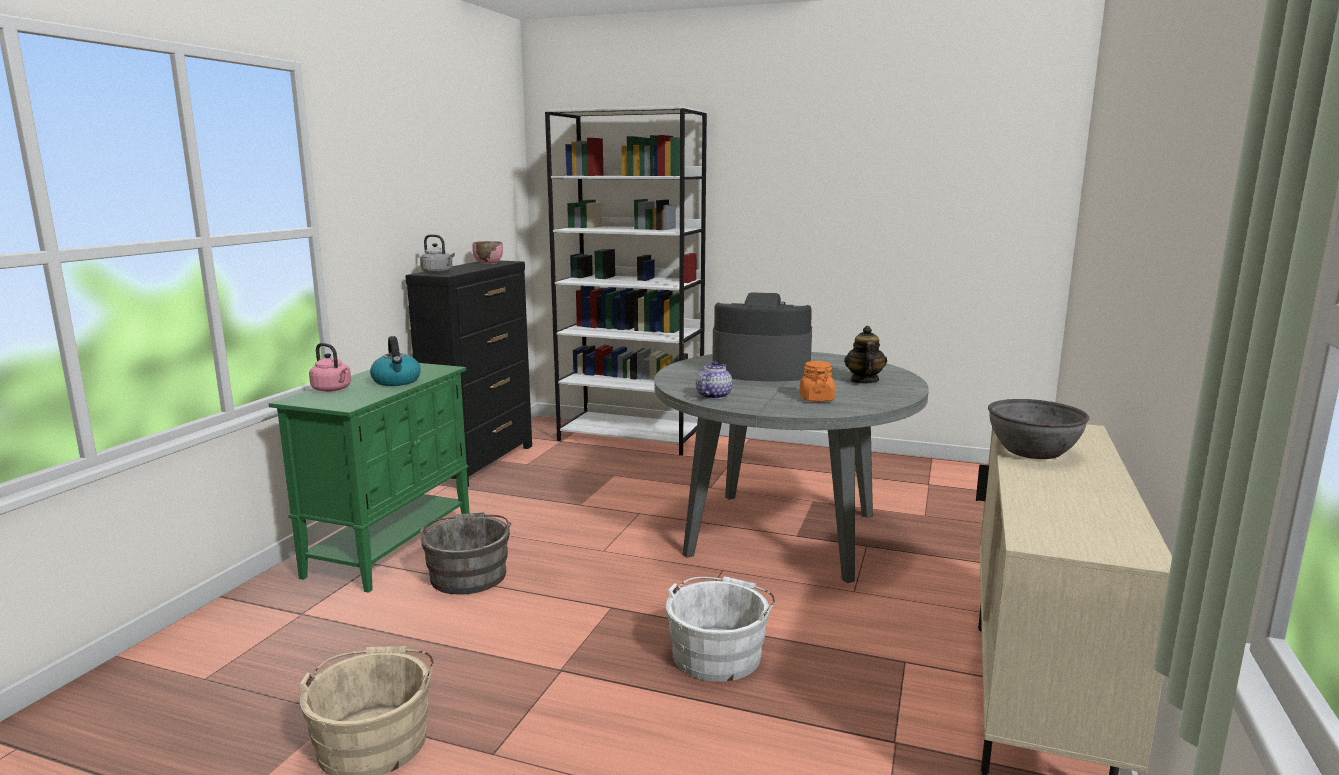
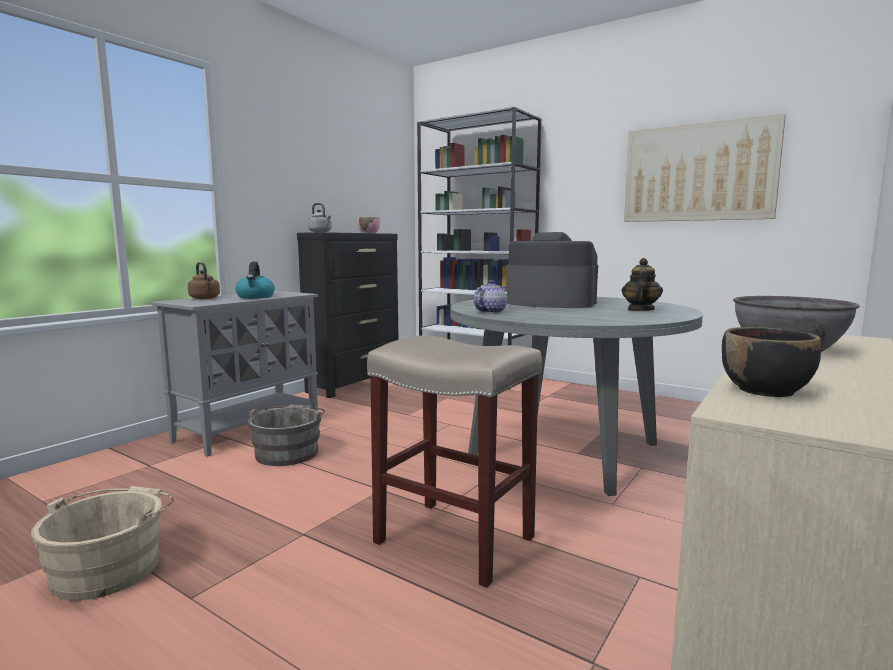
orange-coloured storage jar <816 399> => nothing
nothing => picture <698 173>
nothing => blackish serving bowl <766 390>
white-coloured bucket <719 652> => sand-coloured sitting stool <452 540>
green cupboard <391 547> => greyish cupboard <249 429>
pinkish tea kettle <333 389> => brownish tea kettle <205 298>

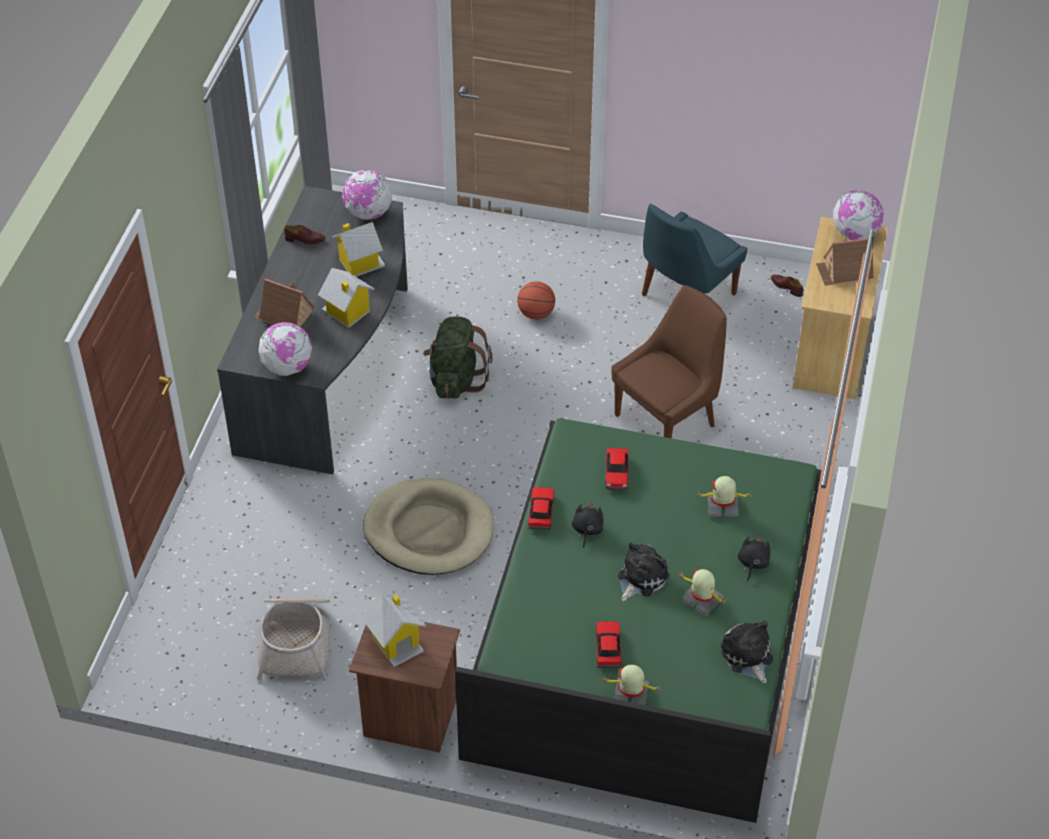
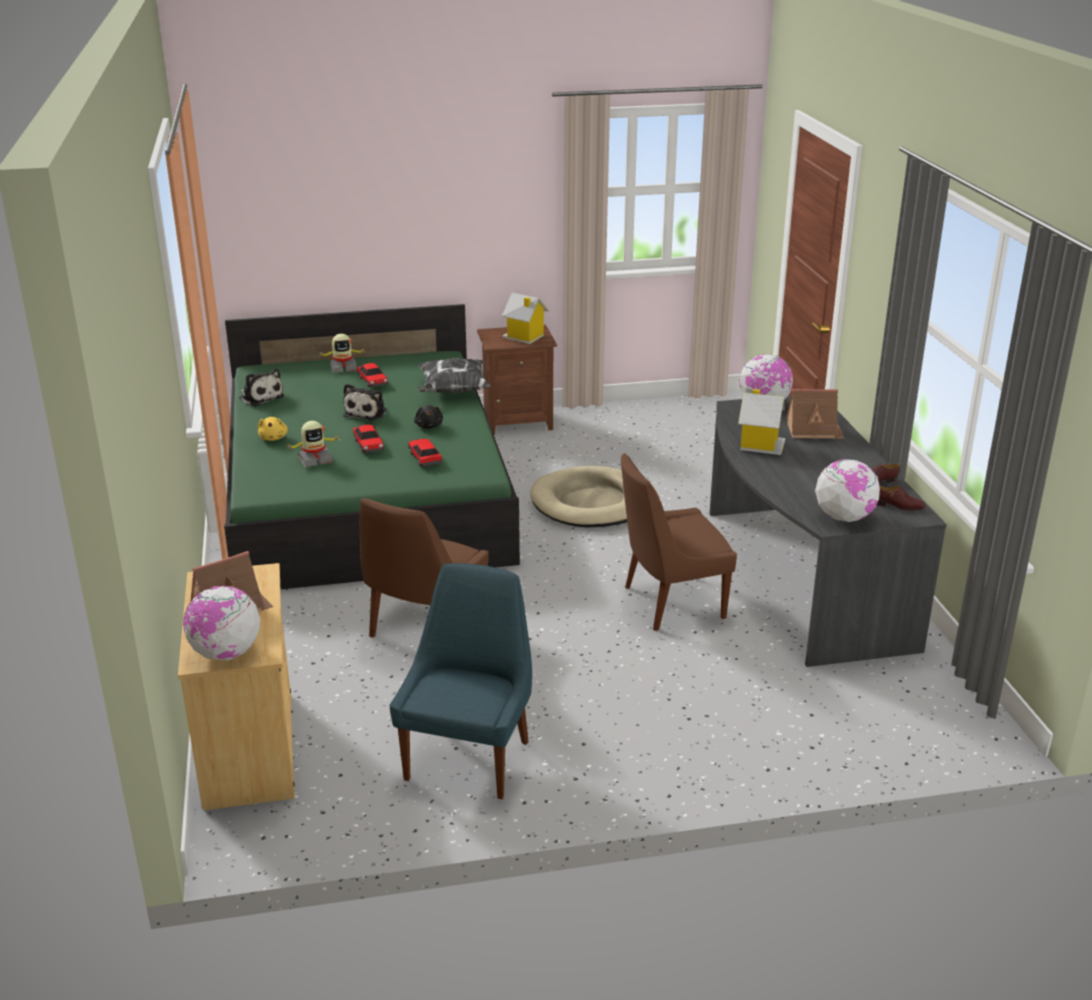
basket <296 641> => nothing
toy house <359 263> => nothing
basketball <536 313> => nothing
model robot <702 600> => nothing
nothing => pillow <452 391>
toy car <541 511> => toy car <368 445>, move
brownish shoe <786 287> => brownish shoe <898 506>, move
green rucksack <456 380> => brownish plain chair <669 603>
blackish cuddly toy <752 563> => yellow-coloured cuddly toy <273 438>

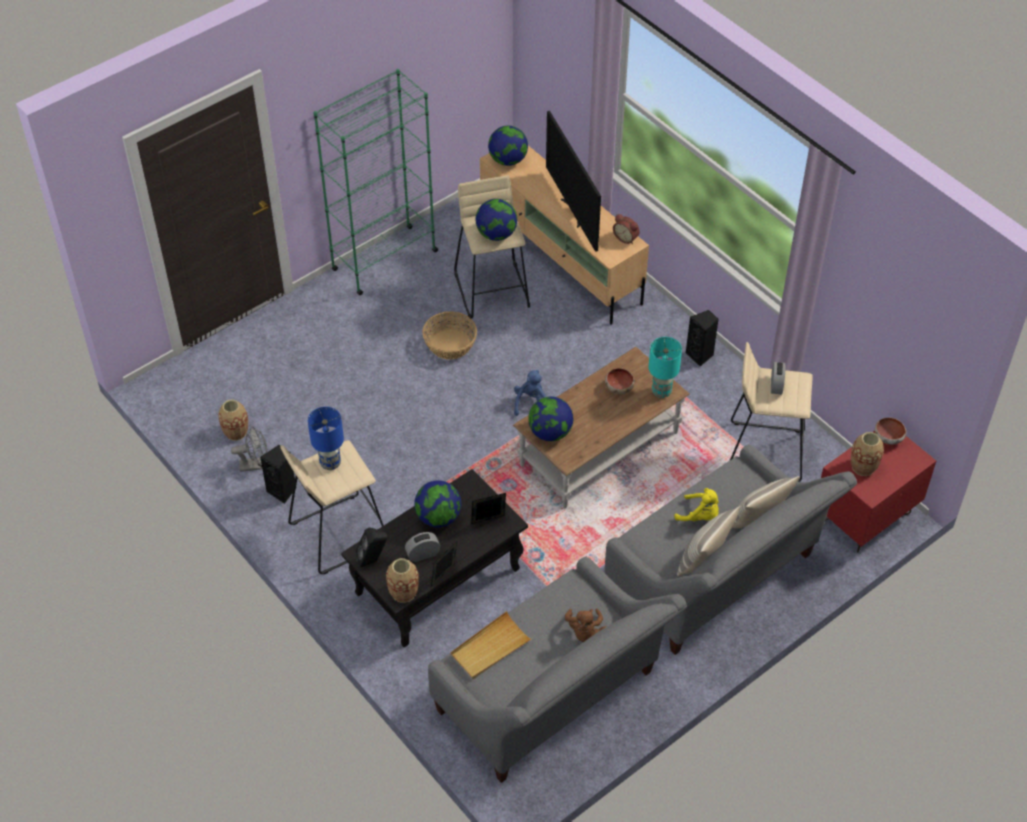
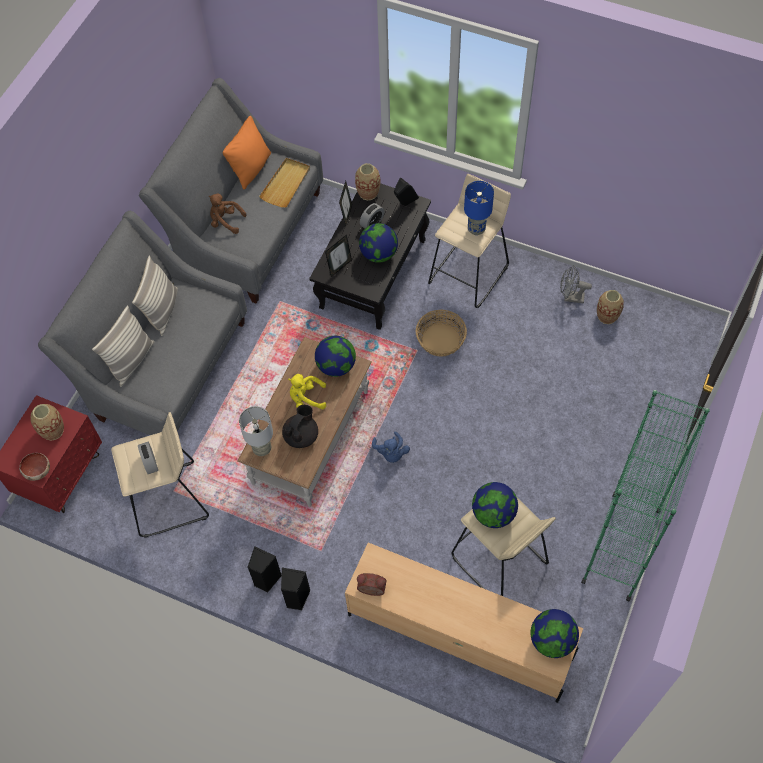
TV <573 212> => nothing
nothing => orange-coloured pillow <251 169>
blackish audio speaker <283 491> => blackish audio speaker <296 598>, move
basket <450 344> => basket <440 340>, move
yellow-coloured cuddly toy <700 516> => yellow-coloured cuddly toy <306 398>, move
serving bowl <618 387> => blackish pot for tea <301 435>
blue-green table lamp <661 392> => greyish table lamp <262 448>
greyish cooling fan <255 465> => greyish cooling fan <570 297>, 45 degrees clockwise
brownish cuddly toy <585 632> => brownish cuddly toy <225 221>, 45 degrees counterclockwise

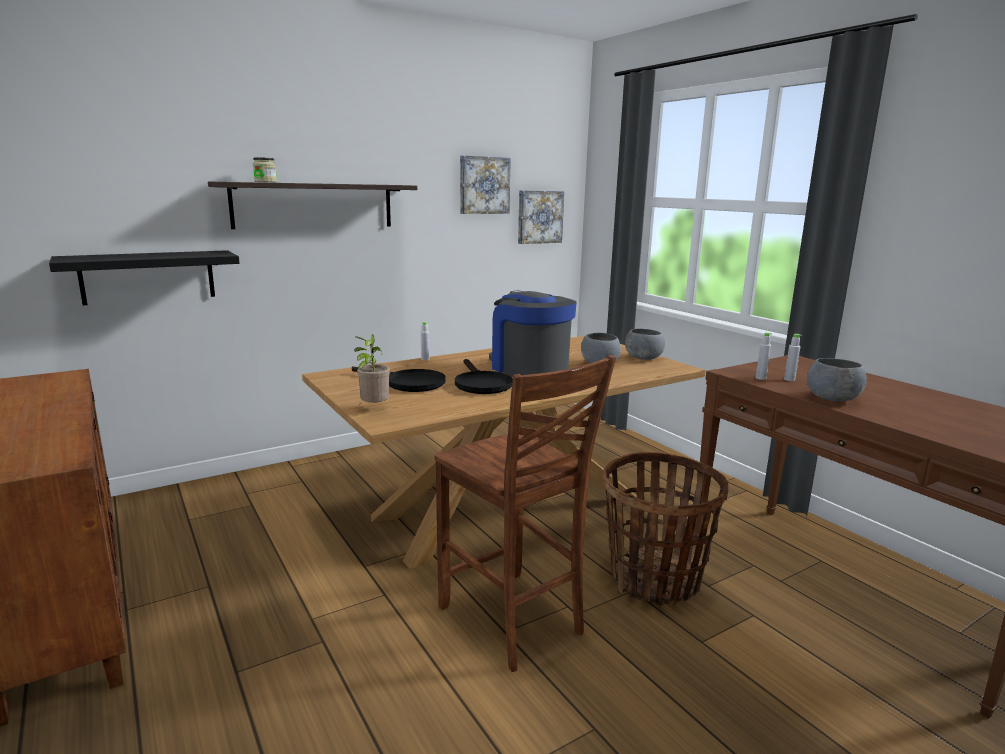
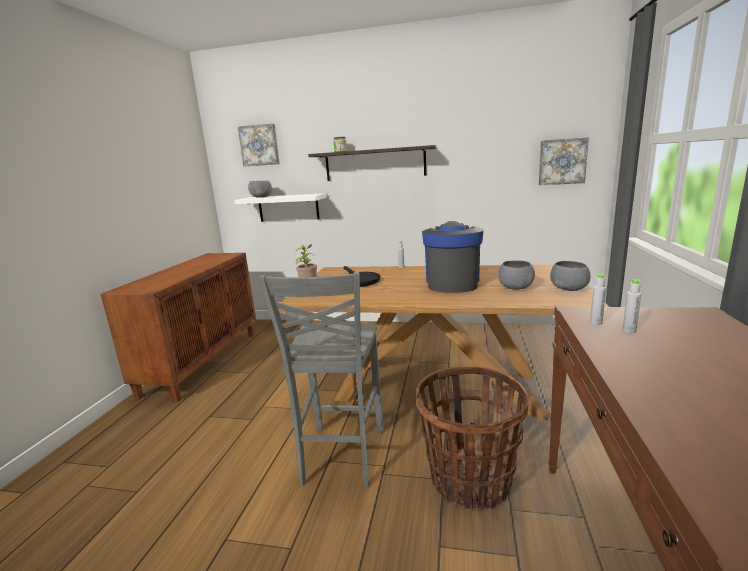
blackish pan <481 384> => nothing
picture <483 185> => picture <259 145>, move
greyish serving bowl <833 399> => greyish serving bowl <261 197>, move
blackish bracket shelf <148 277> => white-coloured bracket shelf <288 207>
brownish plain chair <512 621> => greyish plain chair <341 457>

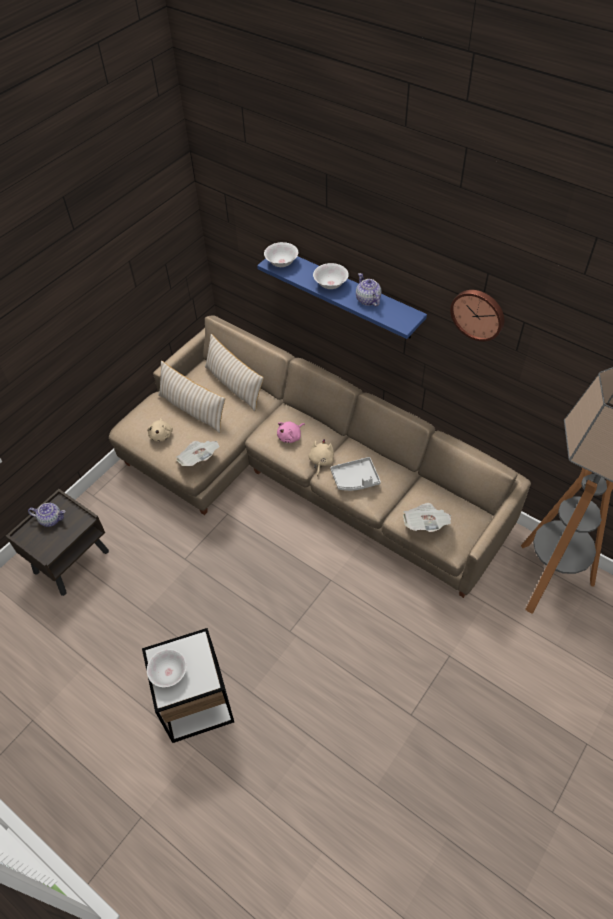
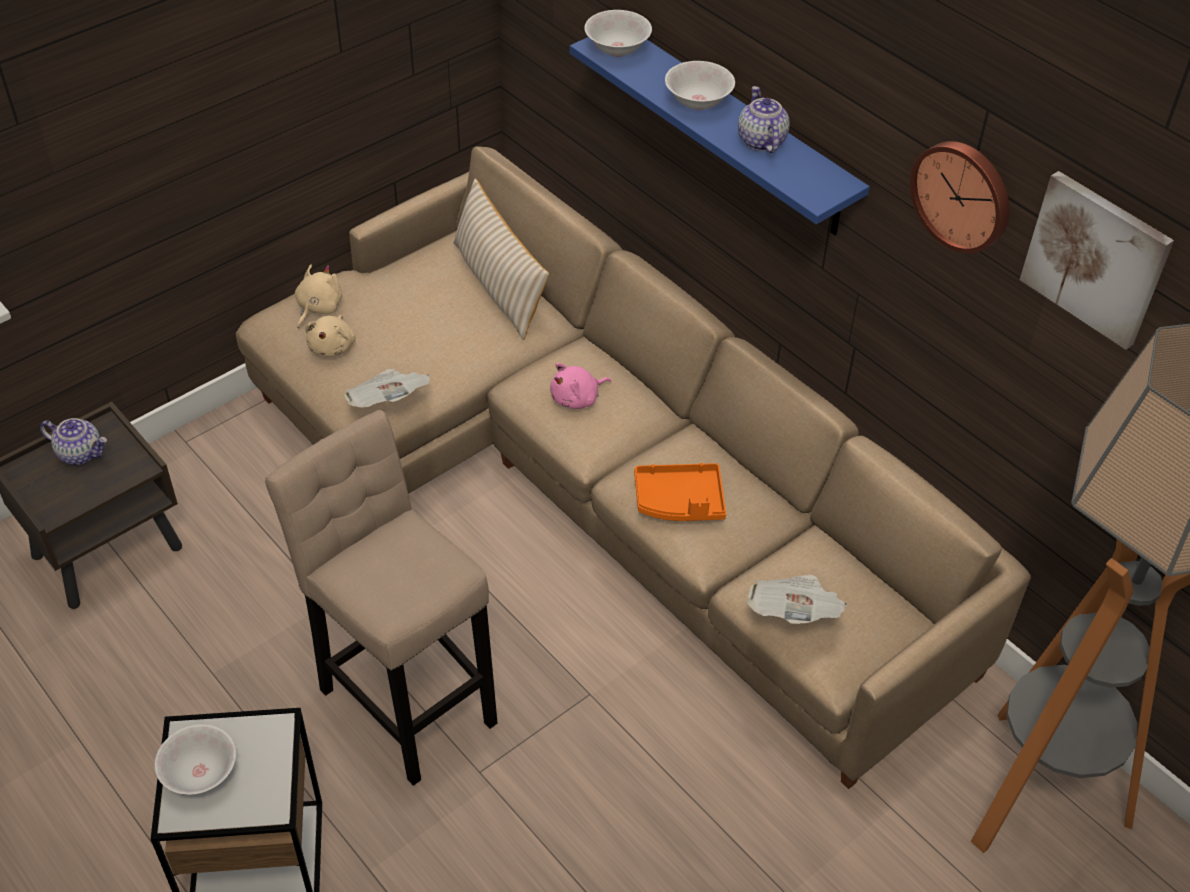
sand-coloured pillow <192 409> => nothing
nothing => sand-coloured sitting stool <404 697>
nothing => picture <1096 258>
sand-coloured cuddly toy <321 461> => sand-coloured cuddly toy <318 308>, move
greyish serving tray <355 479> => orange-coloured serving tray <679 501>

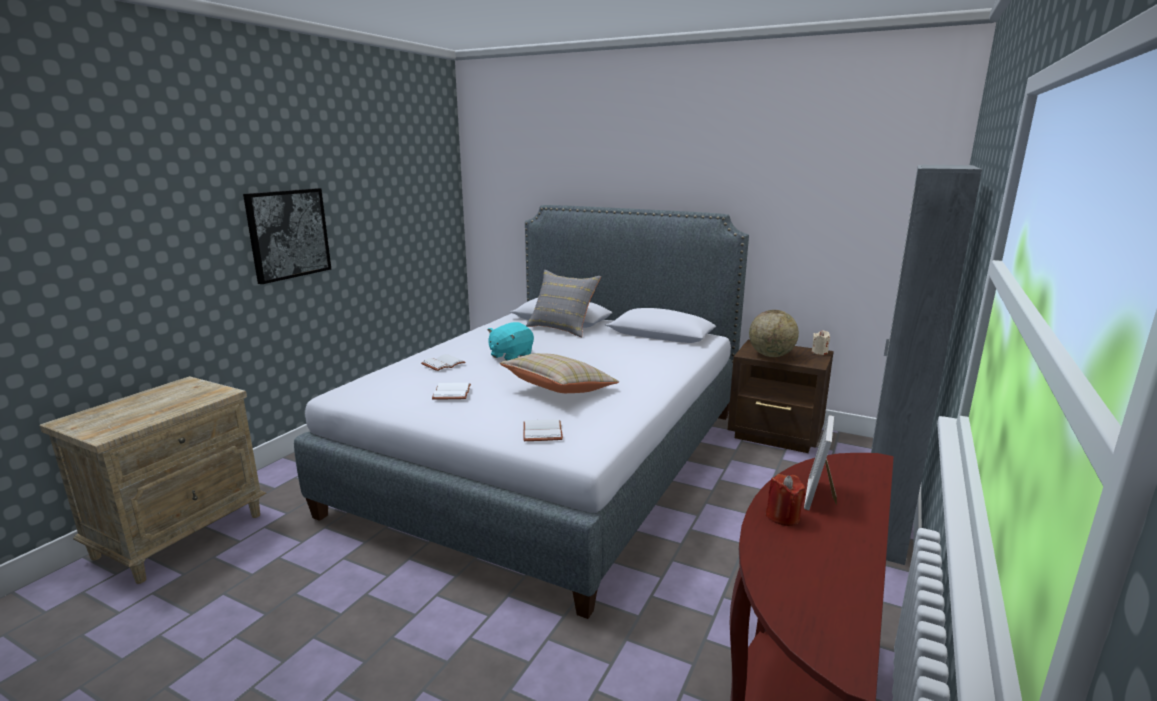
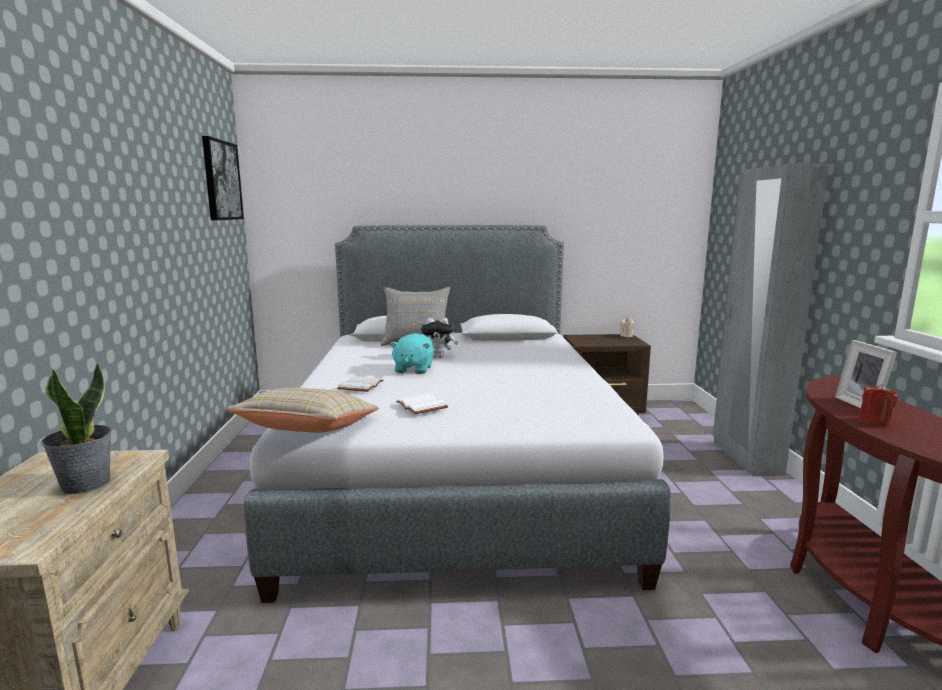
white-coloured volume <544 432> => nothing
world globe <771 355> => nothing
nothing => potted plant <85 484>
nothing => cuddly toy <439 357>
picture <288 234> => picture <221 180>, move
sand-coloured pillow <559 390> => sand-coloured pillow <308 431>, move

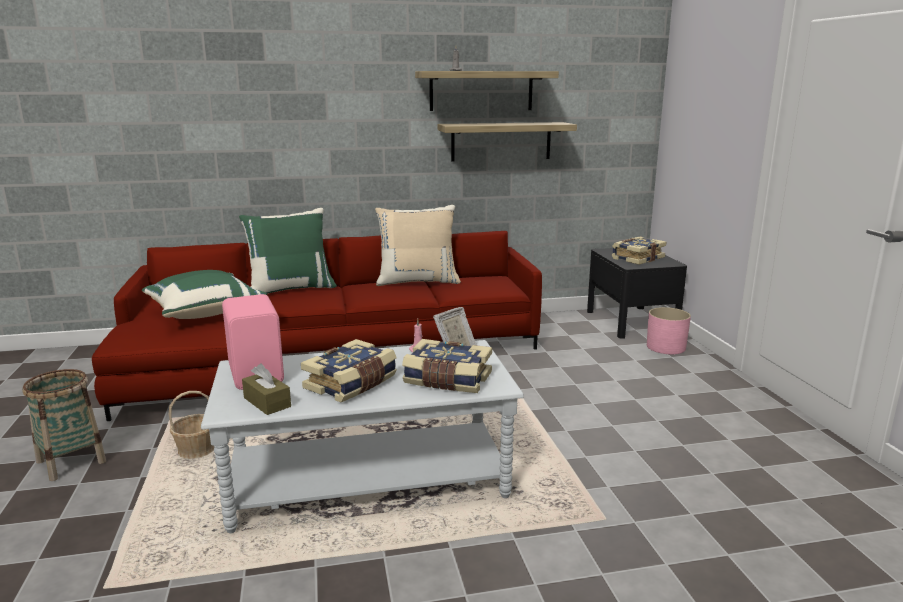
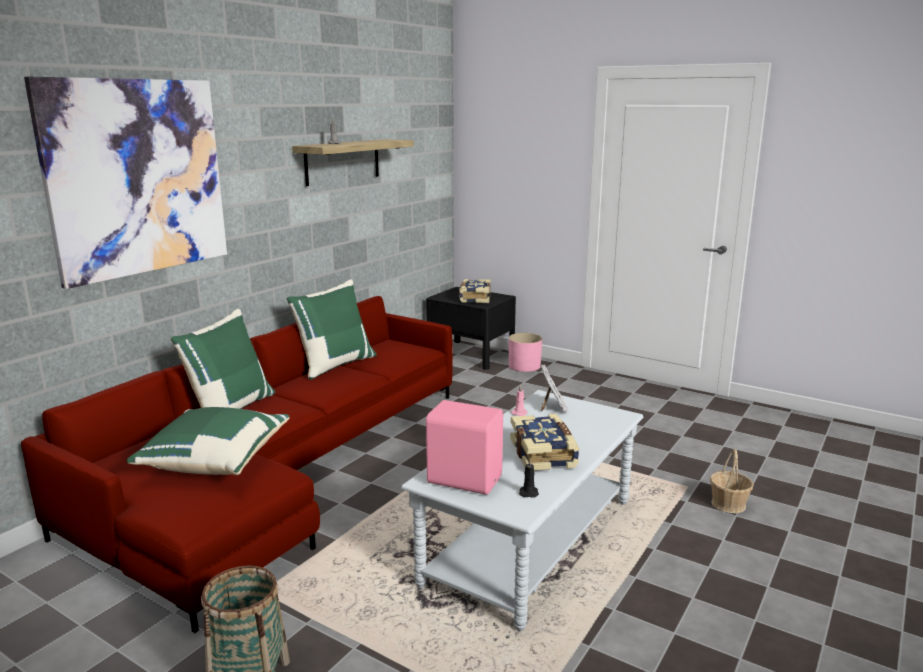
volume <447 380> => nothing
bracket shelf <501 141> => nothing
nothing => picture <137 177>
basket <197 450> => basket <728 504>, move
brownish tissue holder <267 402> => blackish candle <528 492>
sand-coloured pillow <417 281> => green pillow <335 364>

